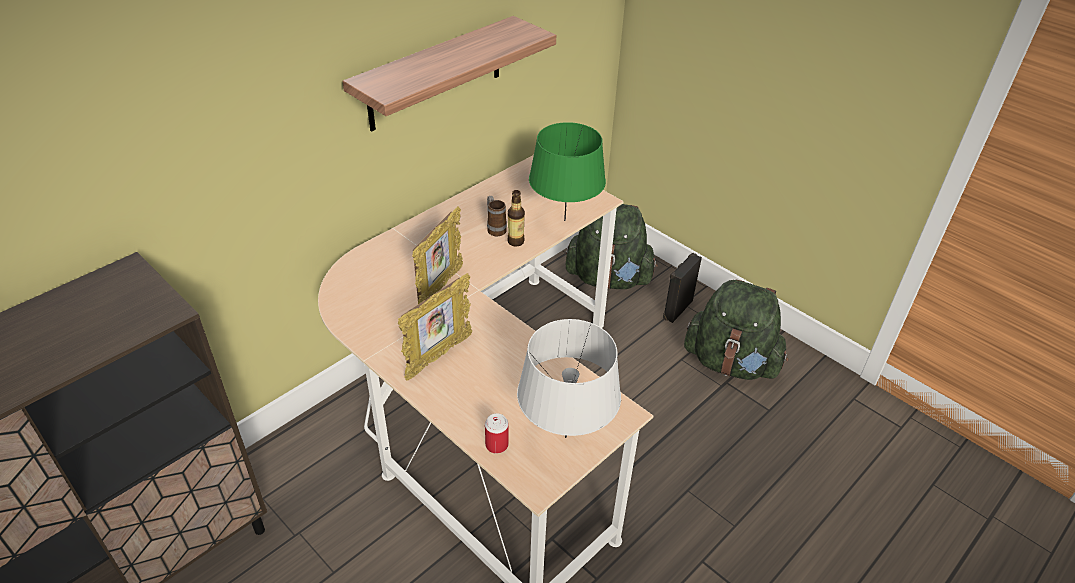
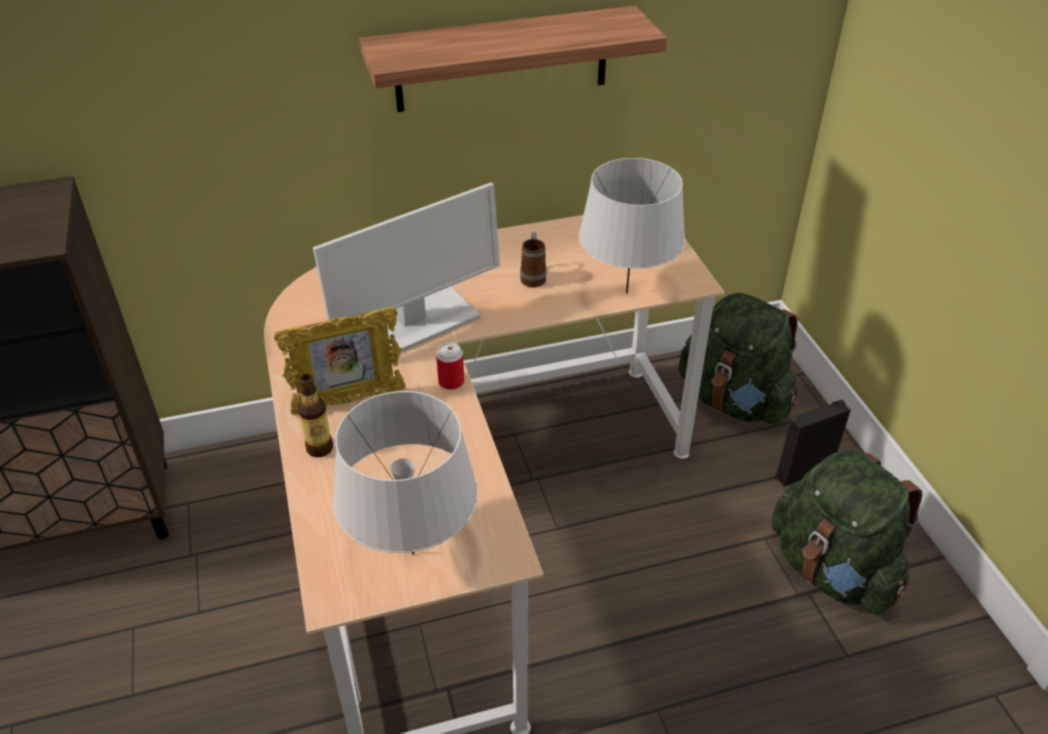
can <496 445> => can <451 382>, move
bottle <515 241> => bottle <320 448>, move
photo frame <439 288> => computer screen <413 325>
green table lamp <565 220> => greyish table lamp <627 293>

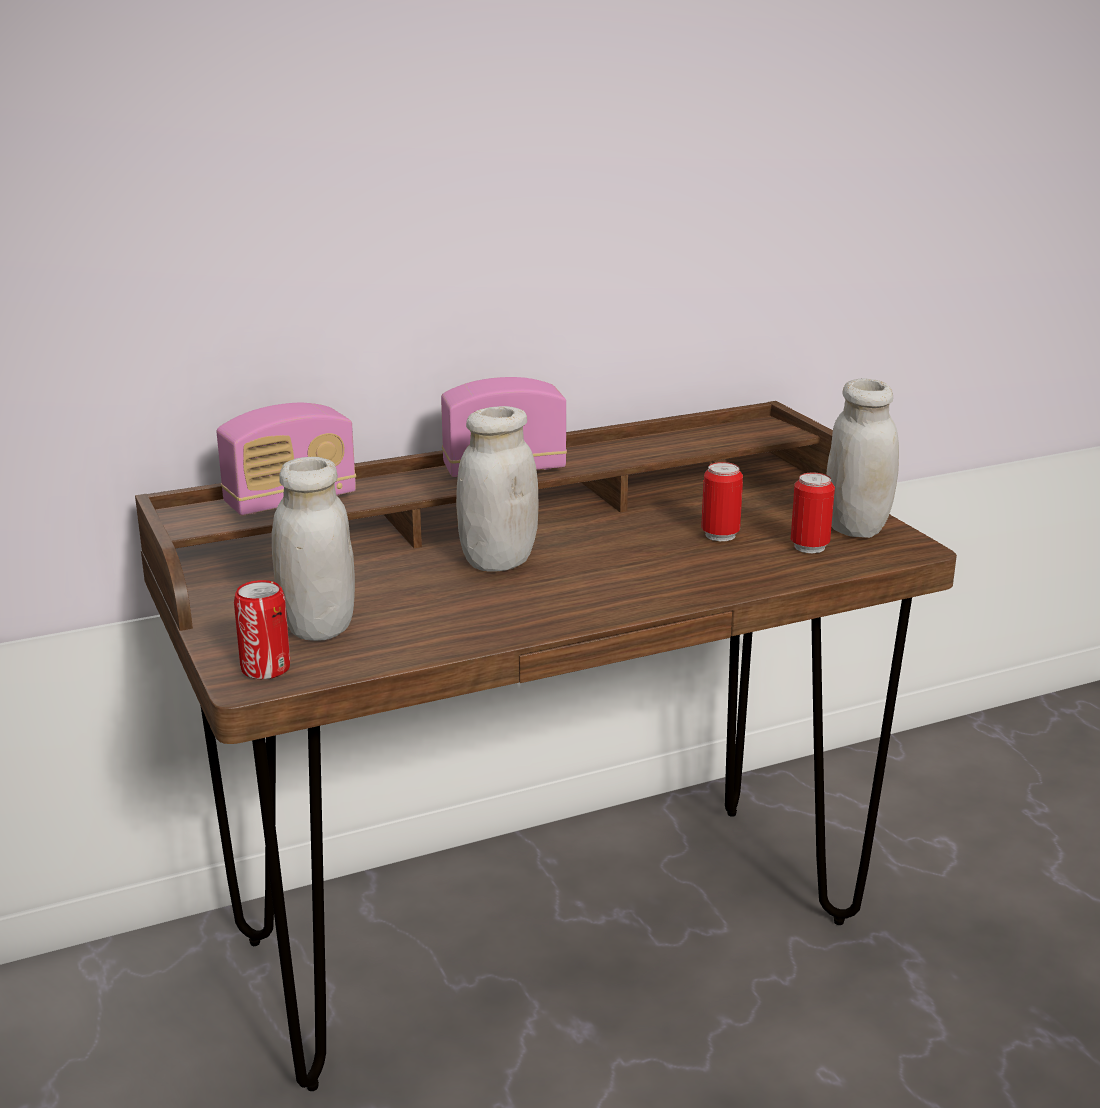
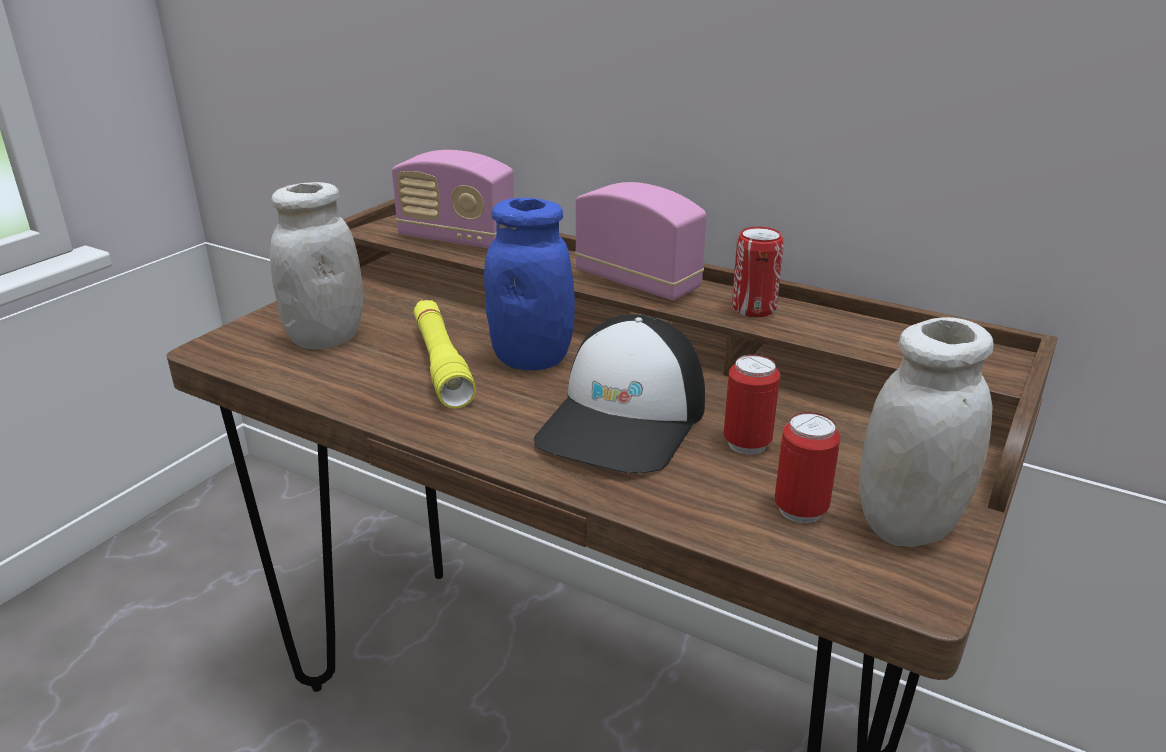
nothing => yellow-coloured hand torch <441 363>
nothing => peaked cap <625 420>
can <265 669> => can <753 309>, move
white-coloured storage jar <498 561> => blue storage jar <531 359>

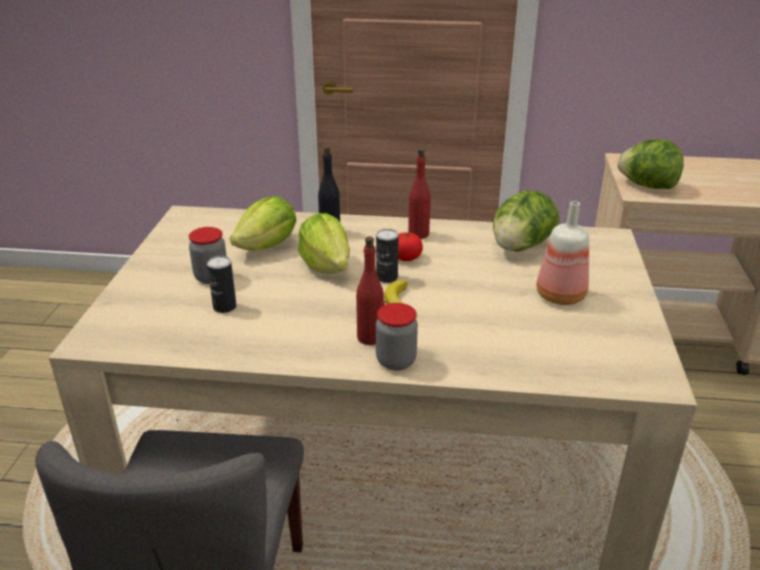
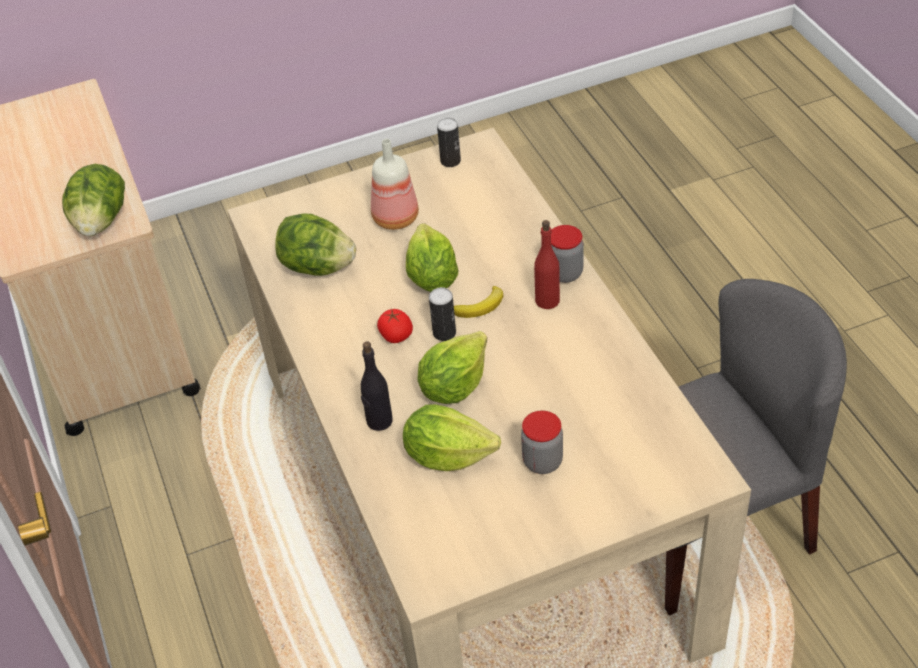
red bottle <418 234> => nothing
nothing => lettuce head <431 277>
can <224 307> => can <450 161>, move

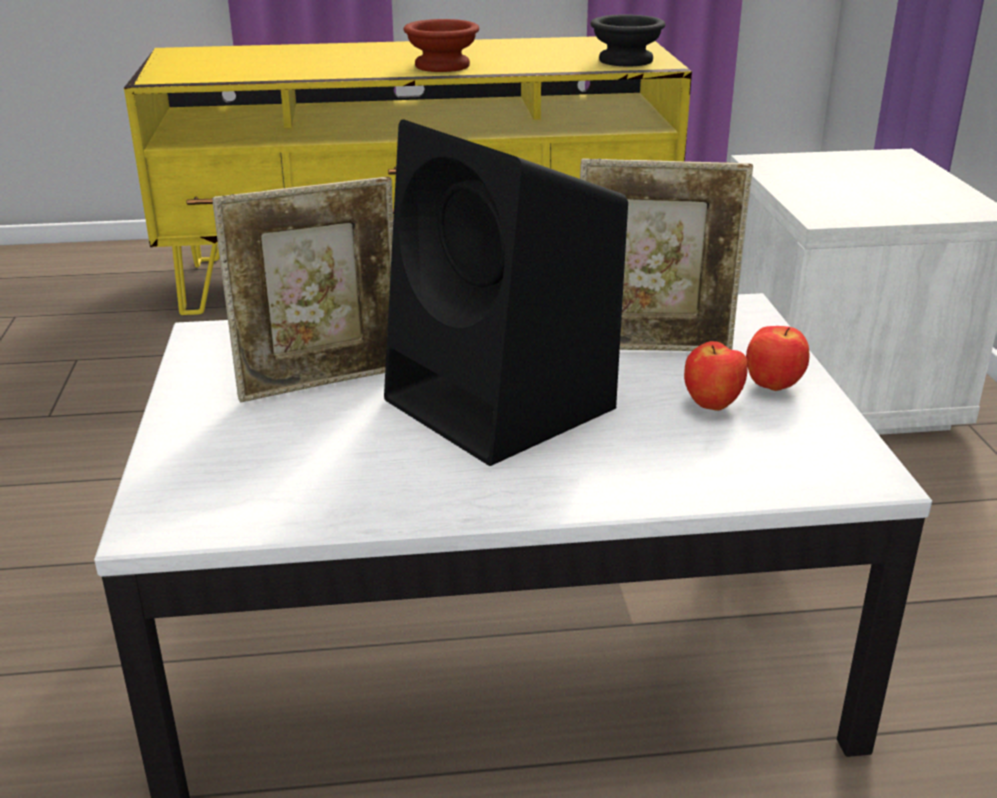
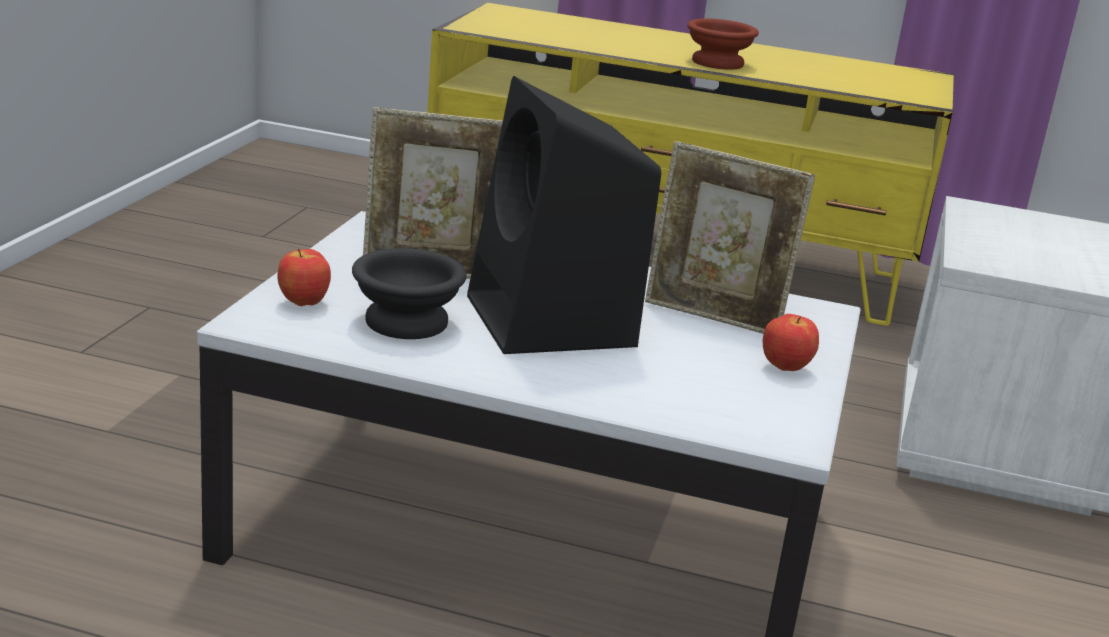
blackish serving bowl <625 61> => blackish serving bowl <404 323>, move
apple fruit <712 406> => apple fruit <303 303>, move

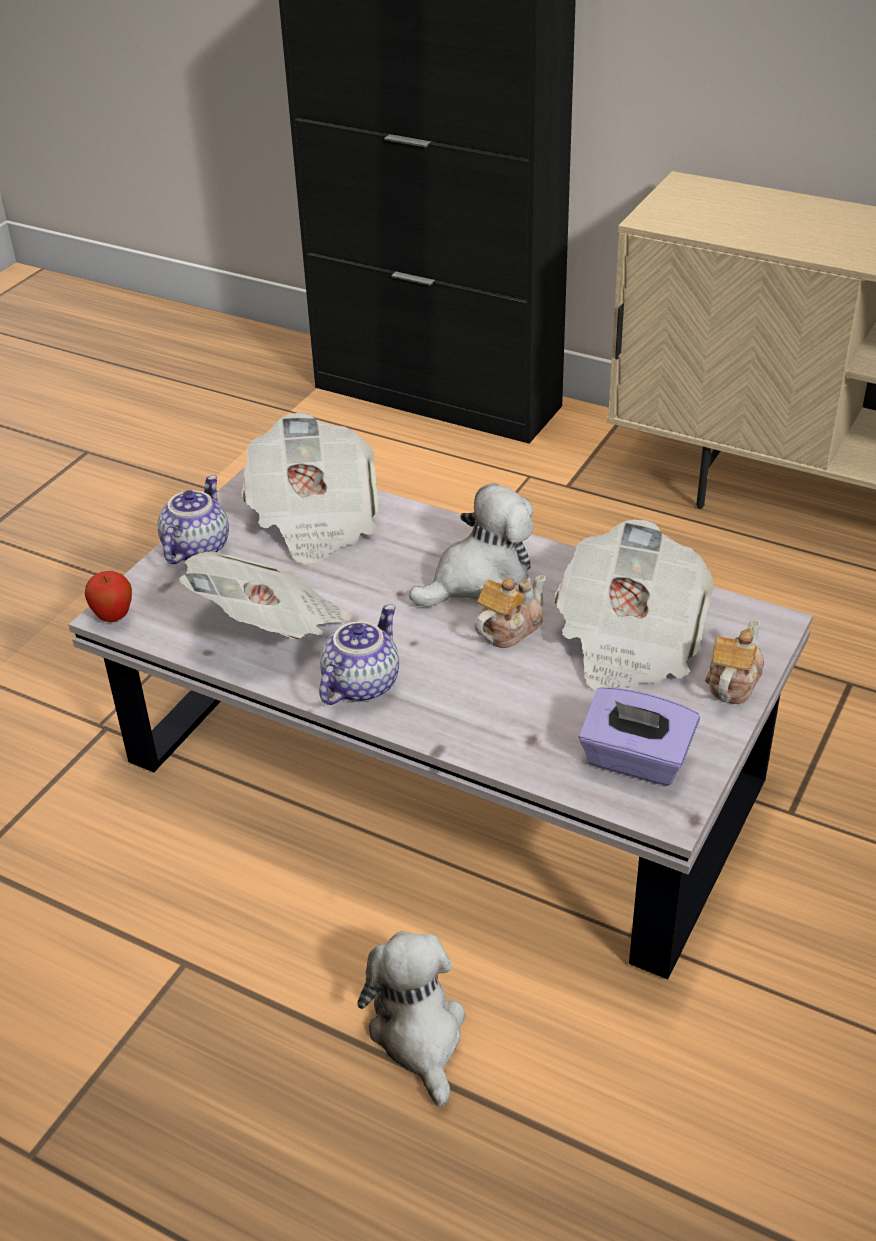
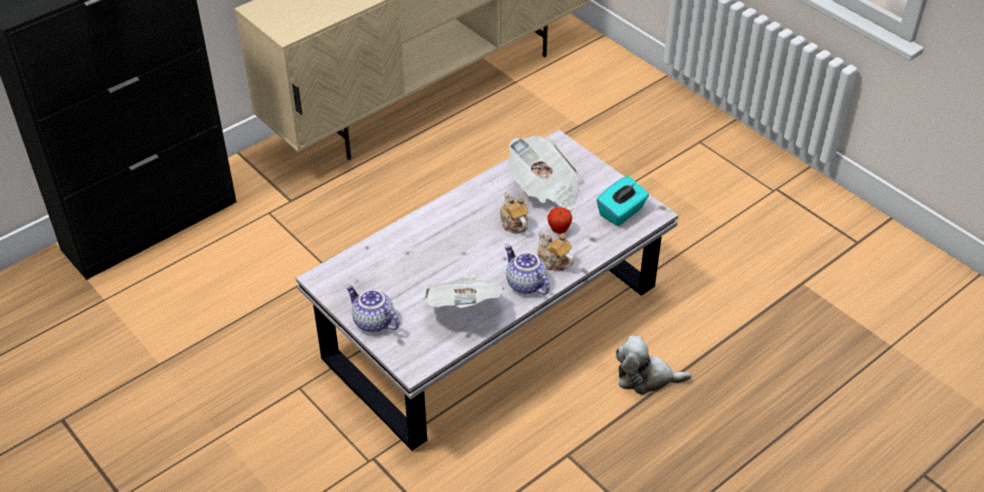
daily paper <314 520> => nothing
cuddly toy <479 579> => nothing
apple fruit <114 617> => apple fruit <559 230>, move
pot for tea <732 682> => pot for tea <553 261>, move
purplish tissue holder <635 761> => blue-green tissue holder <621 212>

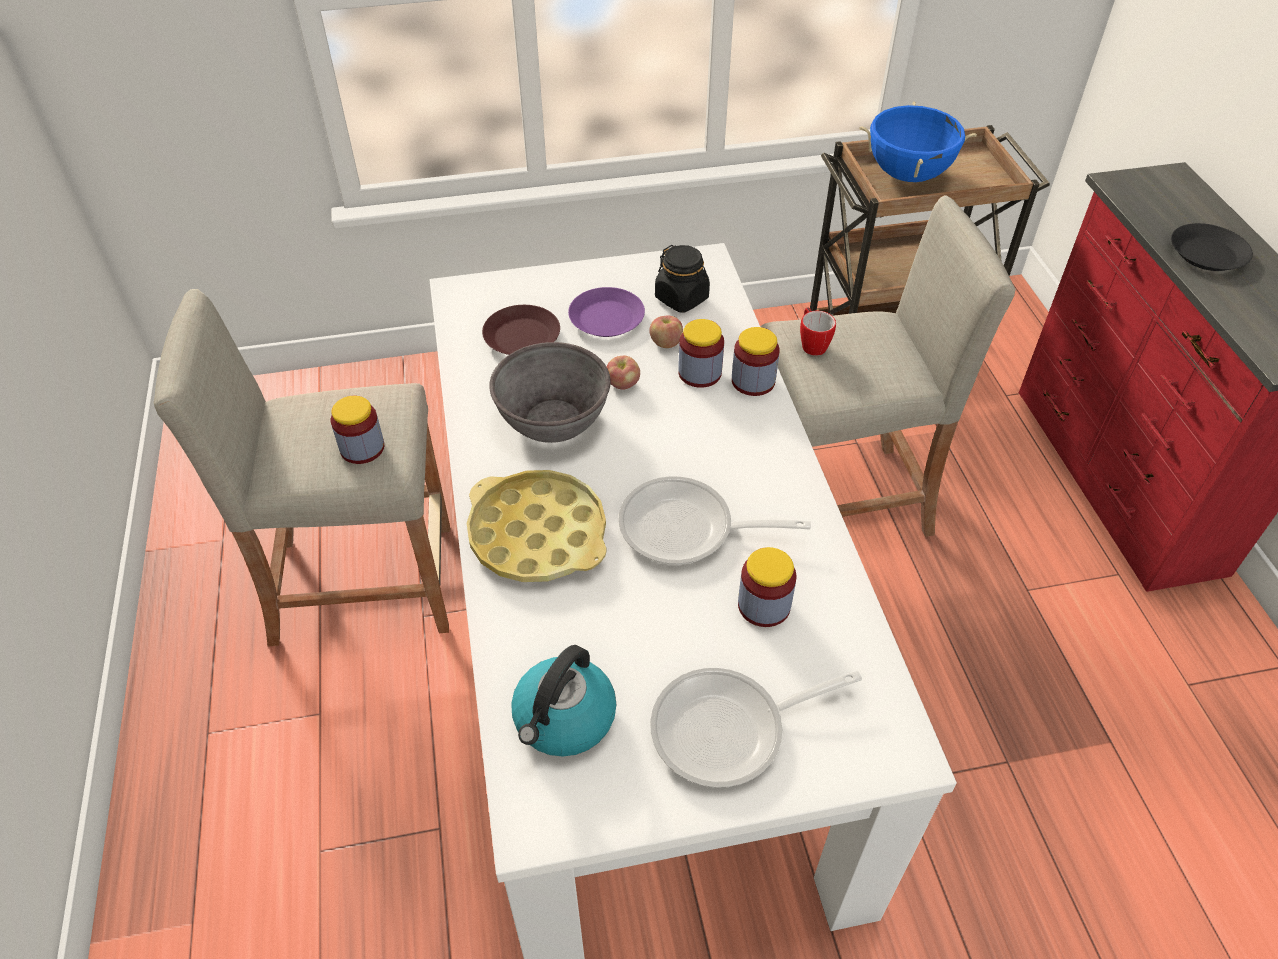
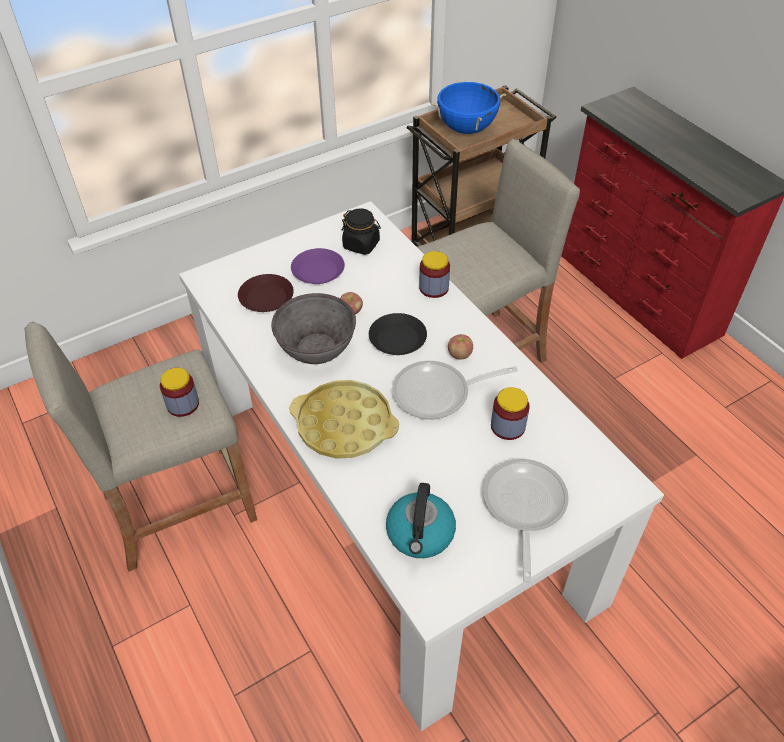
storage jar <699 373> => nothing
mug <811 344> => nothing
apple fruit <666 343> => apple fruit <459 354>, move
blackish flat dish <1207 255> => blackish flat dish <398 339>, move
pan <729 730> => pan <523 507>, 135 degrees clockwise

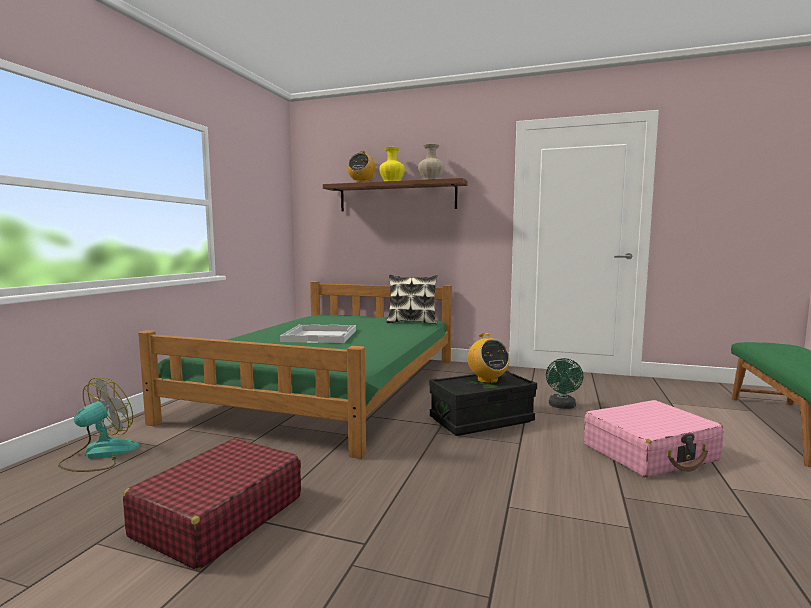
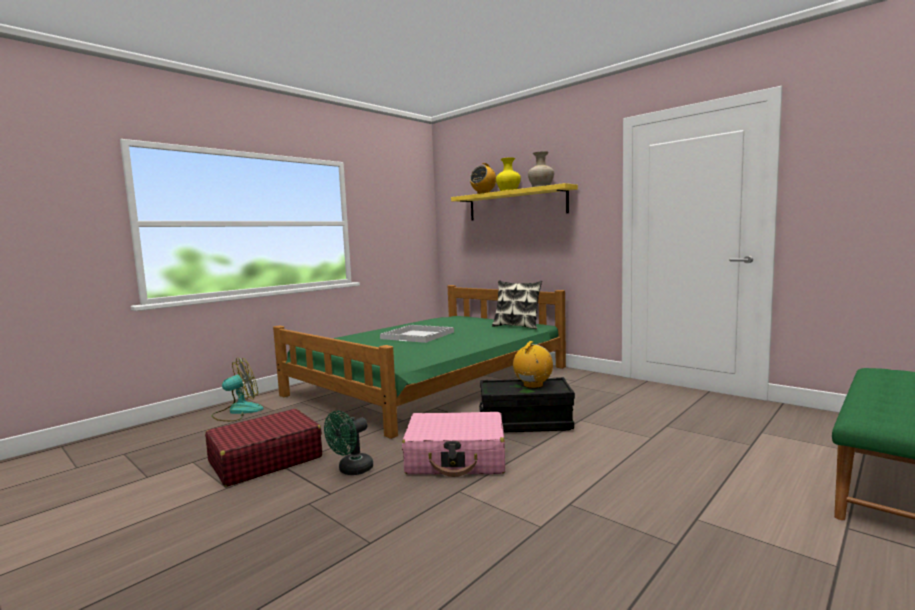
green cooling fan <562 406> => green cooling fan <351 470>, move
pinkish piece of luggage <650 453> => pinkish piece of luggage <456 458>, move
brownish bracket shelf <397 197> => yellow-coloured bracket shelf <516 204>
radio set <487 380> => radio set <533 385>, 150 degrees counterclockwise

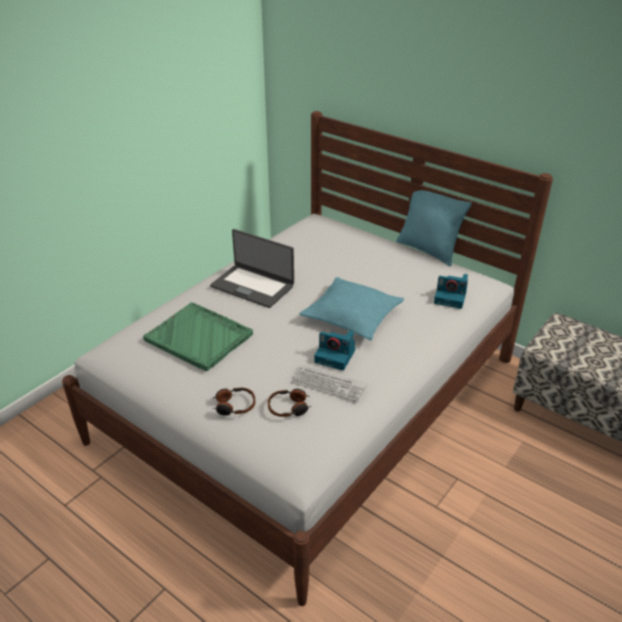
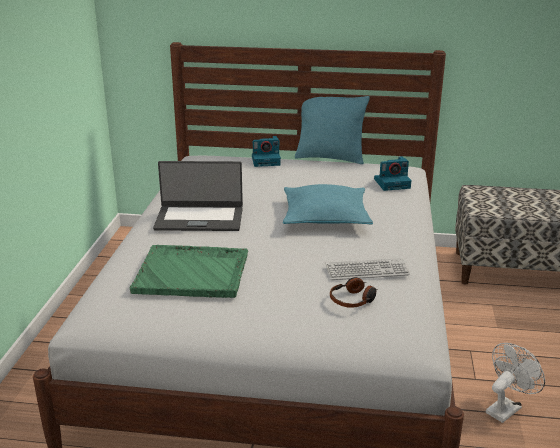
pair of headphones <234 406> => nothing
nothing => white-coloured cooling fan <506 408>
still camera <336 356> => still camera <266 160>, move

